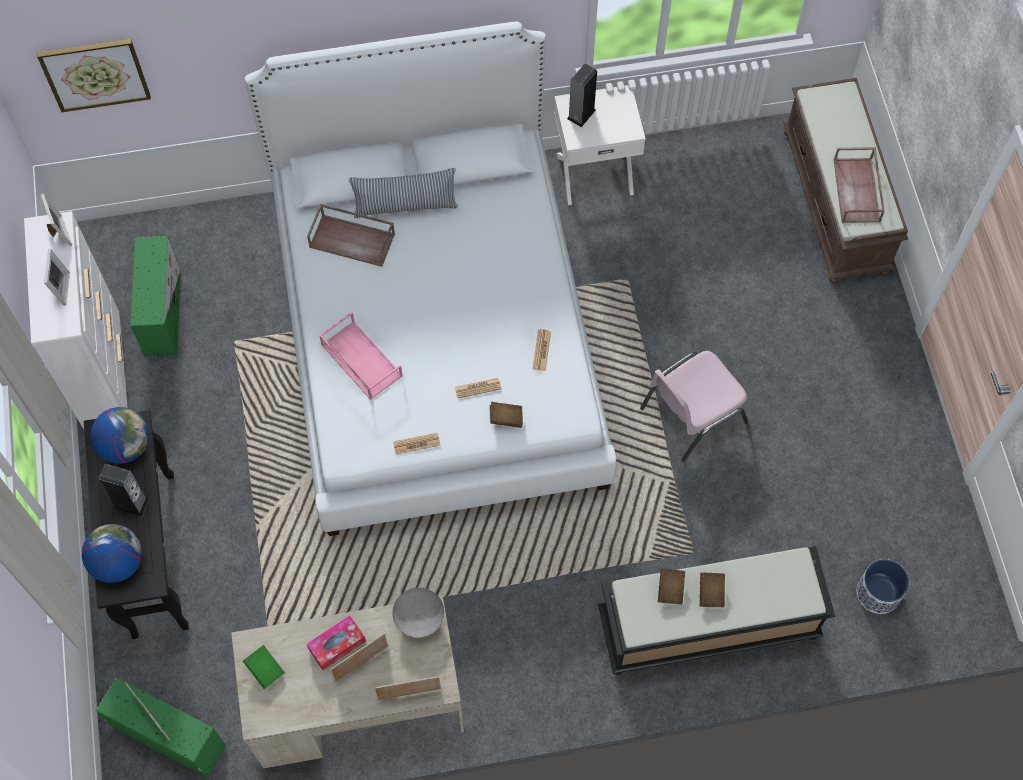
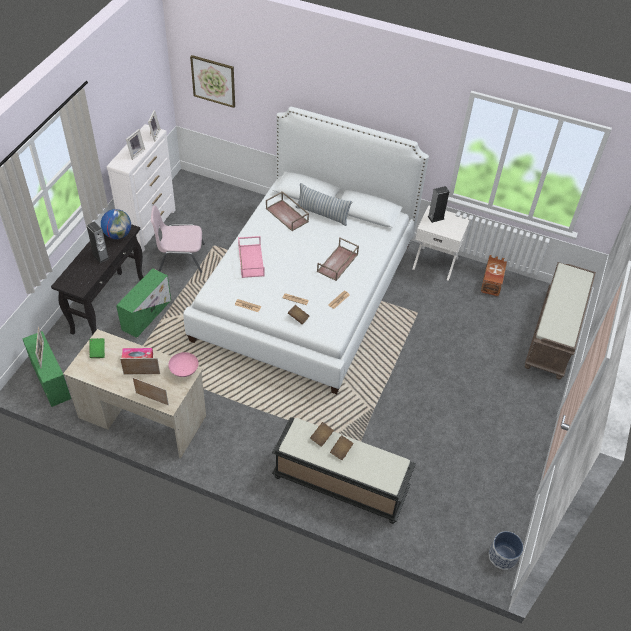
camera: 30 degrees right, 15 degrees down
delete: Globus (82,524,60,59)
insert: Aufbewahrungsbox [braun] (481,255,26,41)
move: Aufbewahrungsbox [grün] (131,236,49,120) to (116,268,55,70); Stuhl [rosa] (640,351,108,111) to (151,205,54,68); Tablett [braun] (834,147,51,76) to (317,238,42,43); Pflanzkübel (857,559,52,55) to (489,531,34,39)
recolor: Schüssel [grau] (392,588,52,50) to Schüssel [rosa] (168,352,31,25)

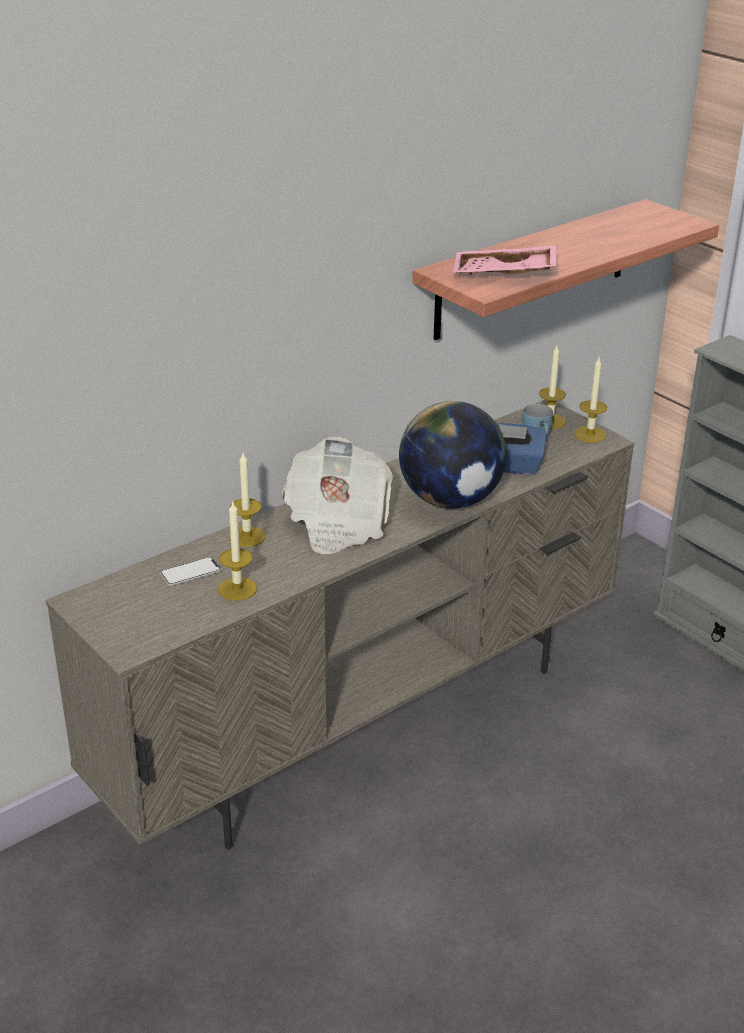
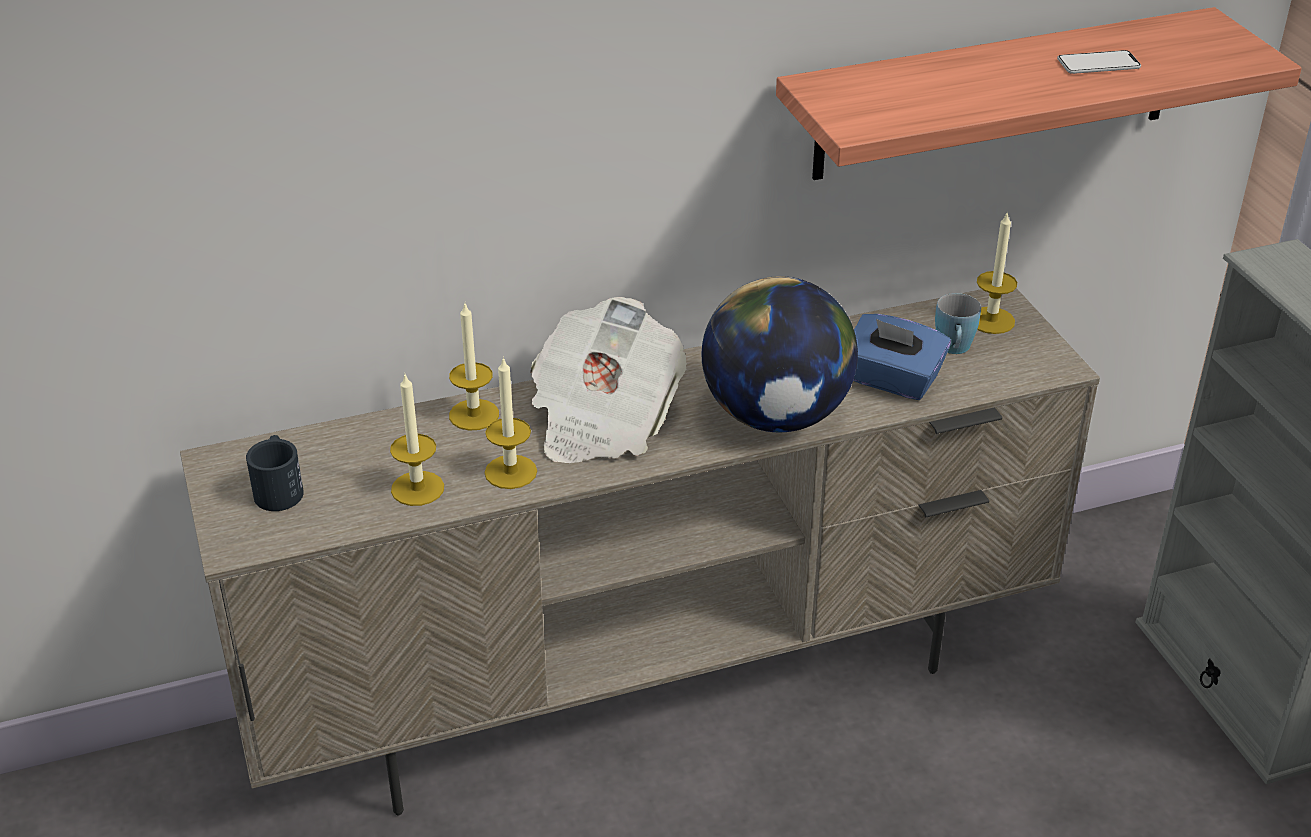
camera: 20 degrees right, 5 degrees up
delete: Tablett [rosa] (452,245,104,30)
insert: Henkelbecher [schwarz] (246,435,58,76)
move: Handy (160,557,61,29) to (1057,50,84,24); Kerze (574,358,33,85) to (484,357,53,132)

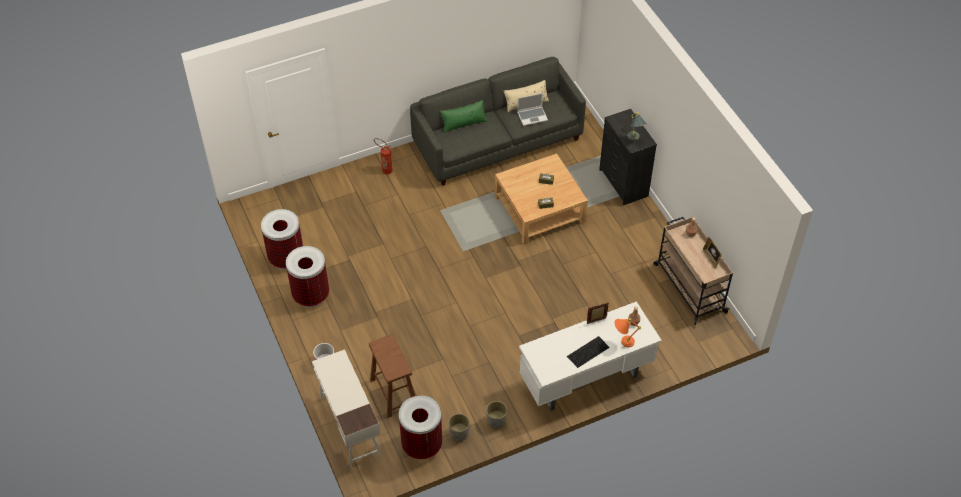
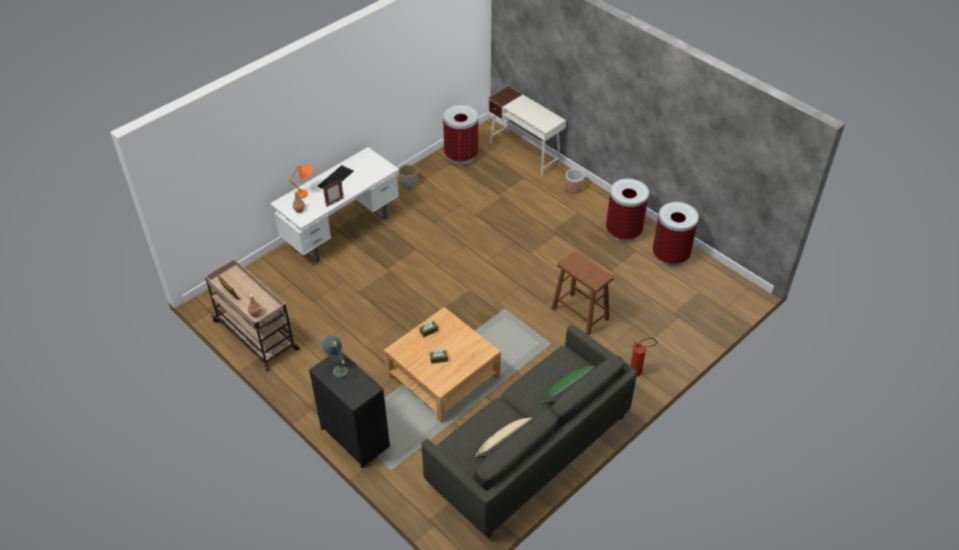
camera: 160 degrees right, 5 degrees down
delete: Pflanzkübel [grau] (448,414,22,28); Laptop (517,93,31,33)
move: Hocker [braun] (369,335,46,83) to (551,251,63,85)

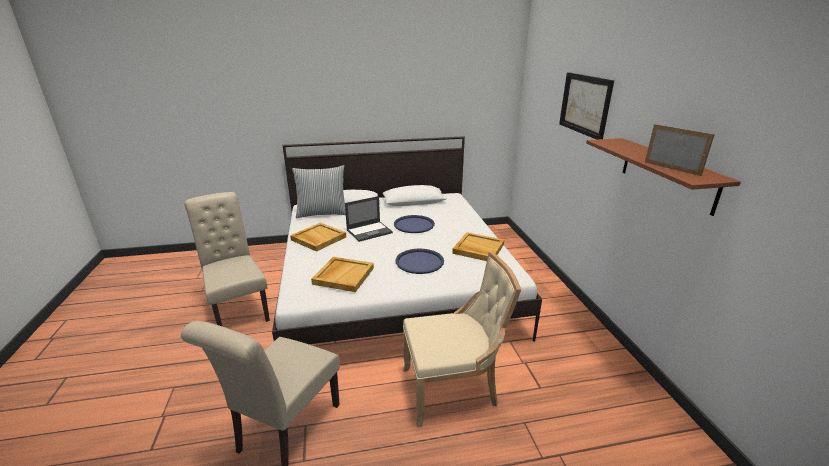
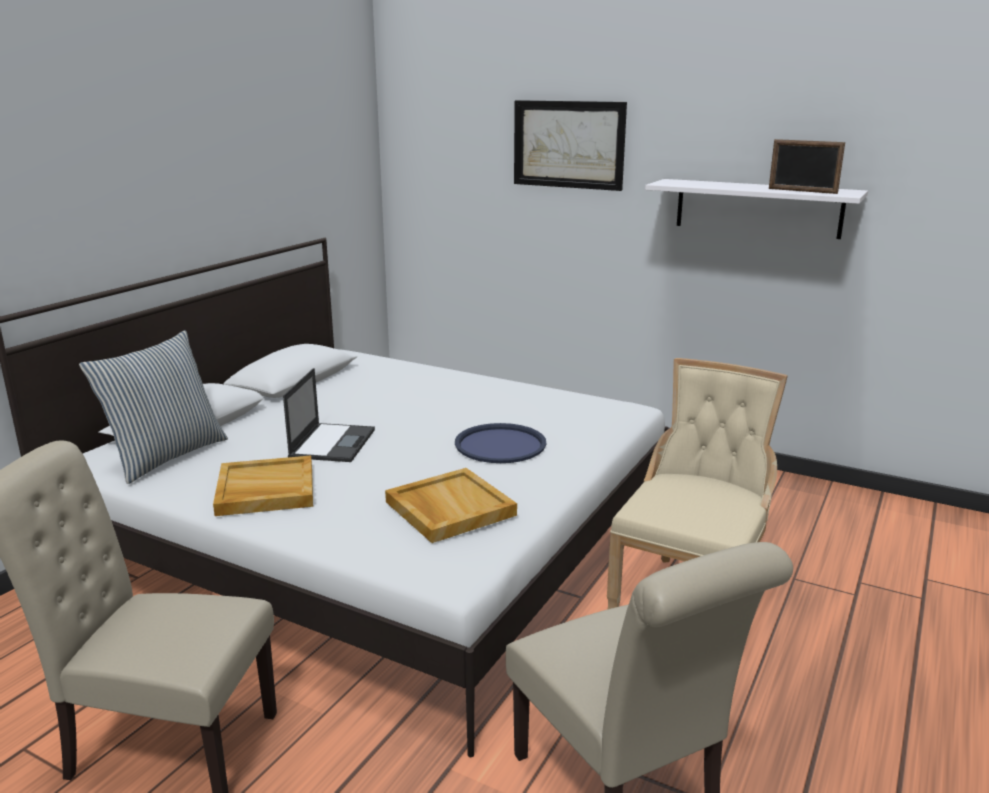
camera: 50 degrees left, 5 degrees down
delete: Tablett [blau] (394,215,41,18); Tablett [beige] (452,232,52,29)
recolor: Wandregal [braun] (586,138,155,78) to Wandregal [weiß] (645,179,223,60)
rotate: Bilderrahmen (645,124,70,52) = (769,139,76,55) 150 degrees counterclockwise

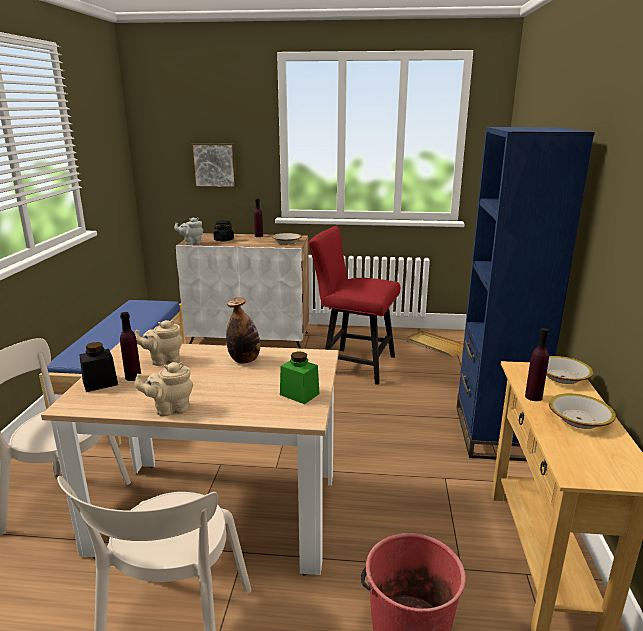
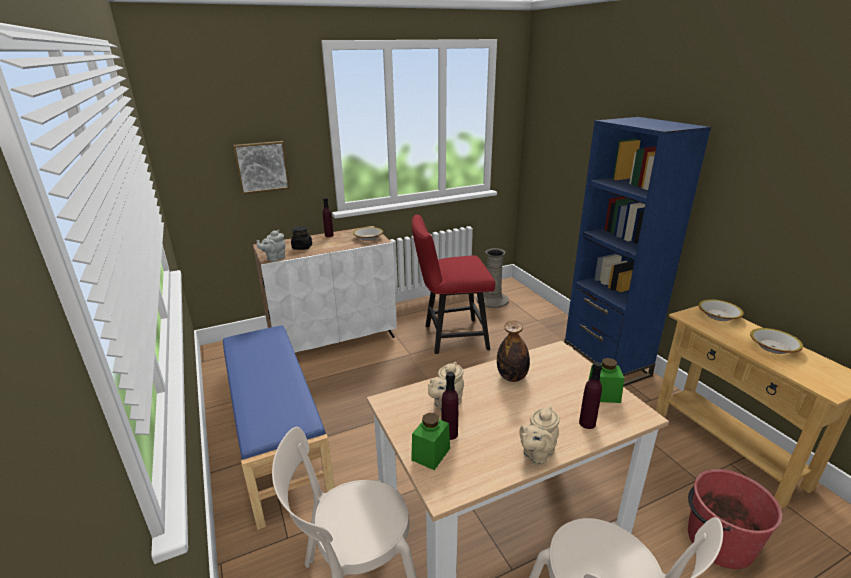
camera: 30 degrees left, 5 degrees up
move: Flasche [lila] (525,328,24,73) to (579,362,23,67)
replace: Tablett [beige] (406,330,58,27) to Vase [beige] (476,248,33,60)
recolor: Vorratsglas [schwarz] (79,342,39,50) to Vorratsglas [grün] (411,413,39,57)

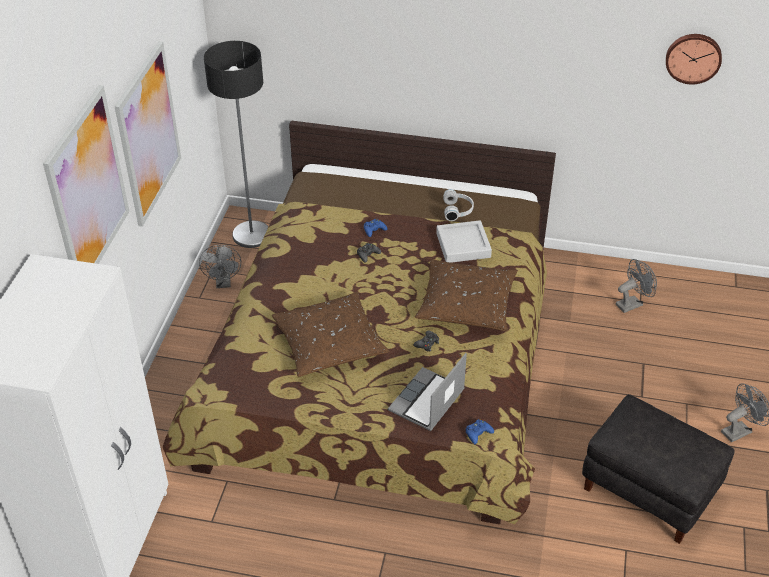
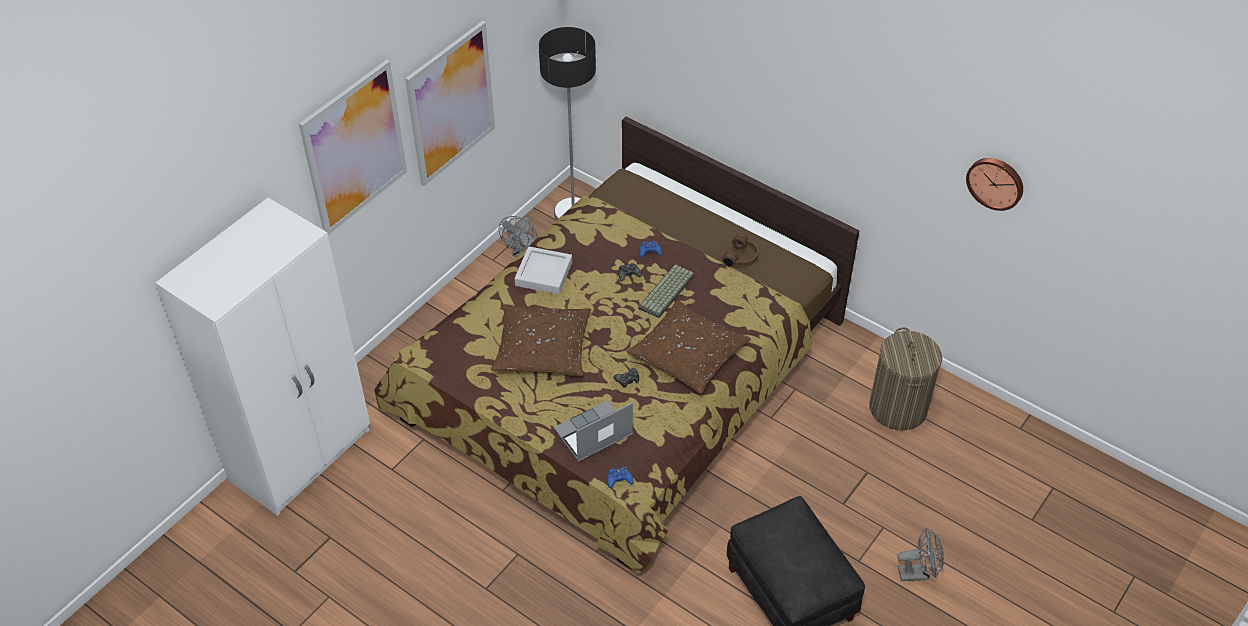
camera: 25 degrees right, 5 degrees up
insert: Tastatur (638,264,57,54)
move: Tablett [grau] (436,220,56,43) to (515,247,57,47)
replace: Ventilator [grau] (616,259,41,54) to Wäschekorb (869,327,73,104)
recolor: Kopfhörer [weiß] (443,189,31,32) to Kopfhörer [braun] (722,233,36,34)

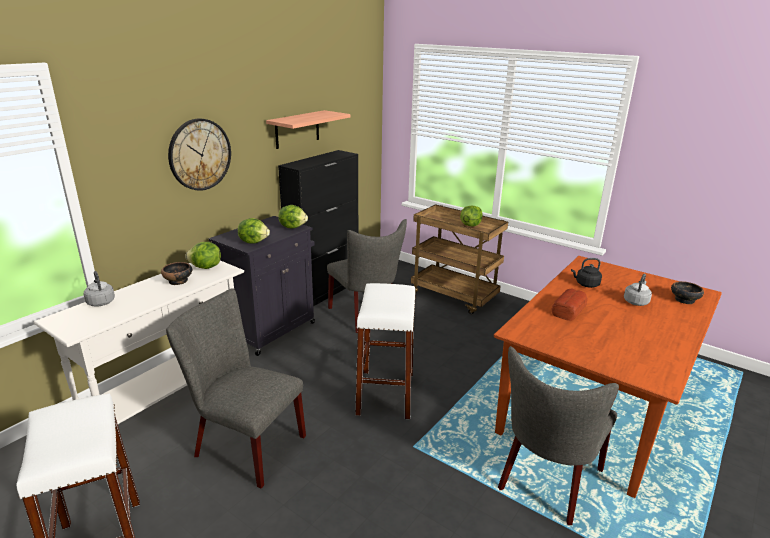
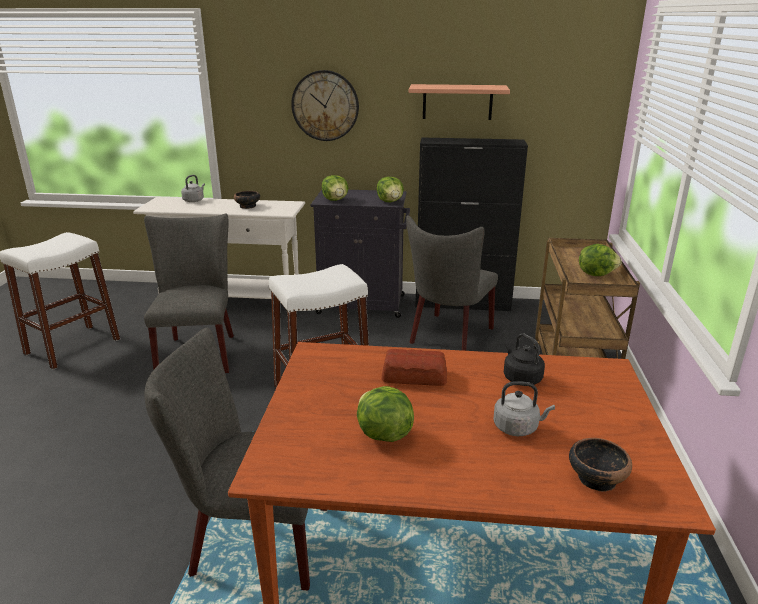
camera: 60 degrees right, 0 degrees up
move: Salatkopf (185,242,36,27) to (357,386,57,56)

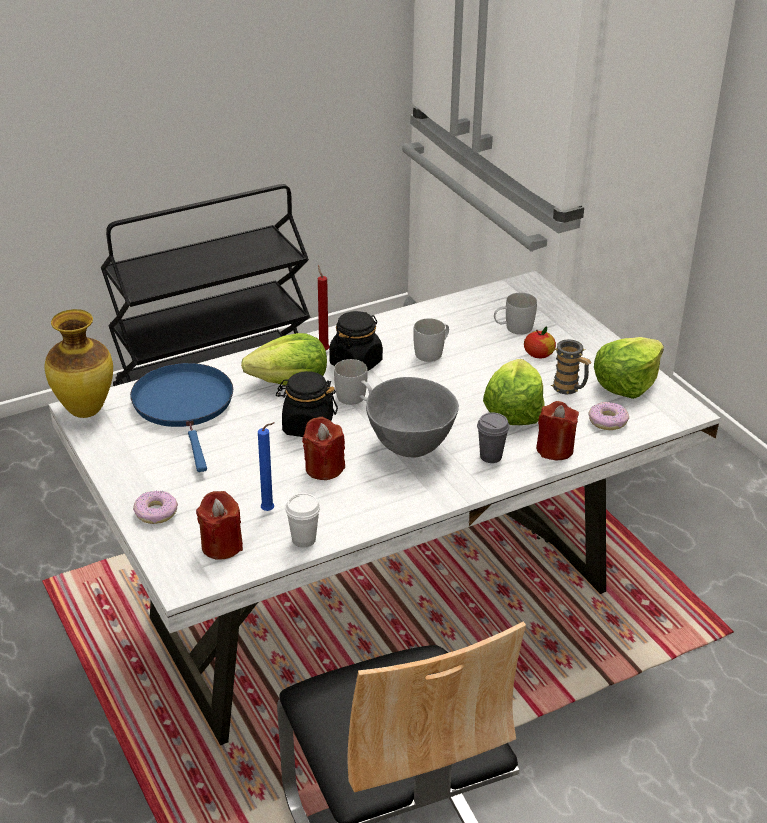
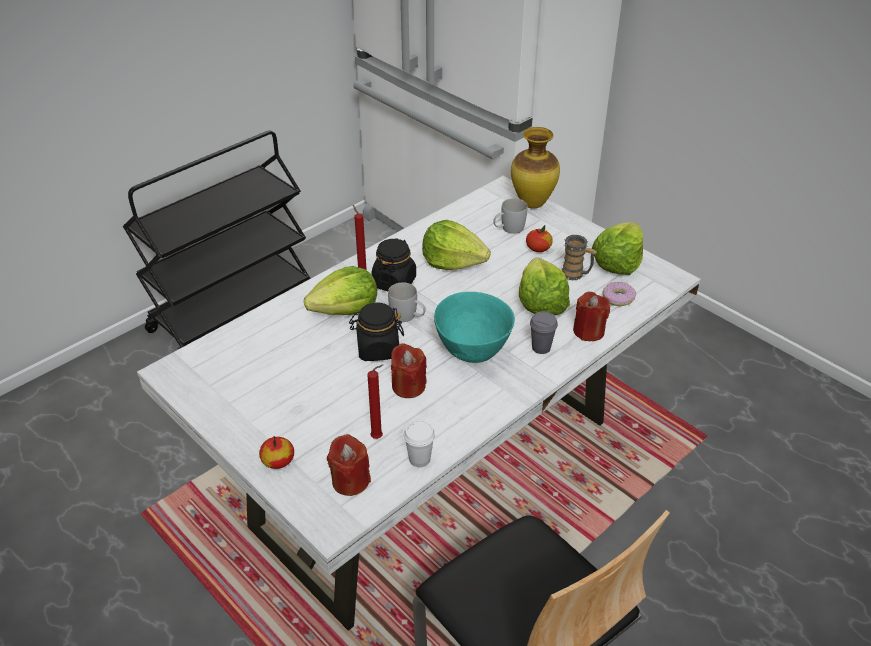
camera: 15 degrees left, 5 degrees up
delete: Pfanne [blau] (130,363,103,109)
move: Vase (45,309,68,109) to (511,127,49,82)
replace: Donut (133,491,45,33) to Apfel (259,436,35,33); Henkelbecher [weiß] (413,318,36,44) to Salatkopf (422,220,69,50)
recolor: Kerze [blau] (258,422,17,89) to Kerze [rot] (367,364,16,75); Schüssel [grau] (366,377,93,80) to Schüssel [türkis] (434,292,81,71)

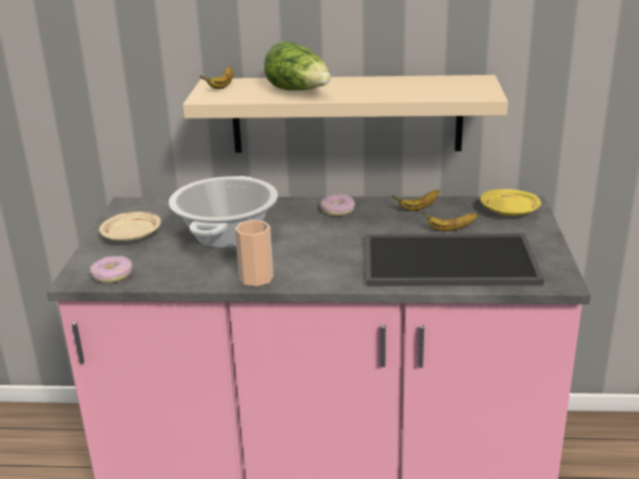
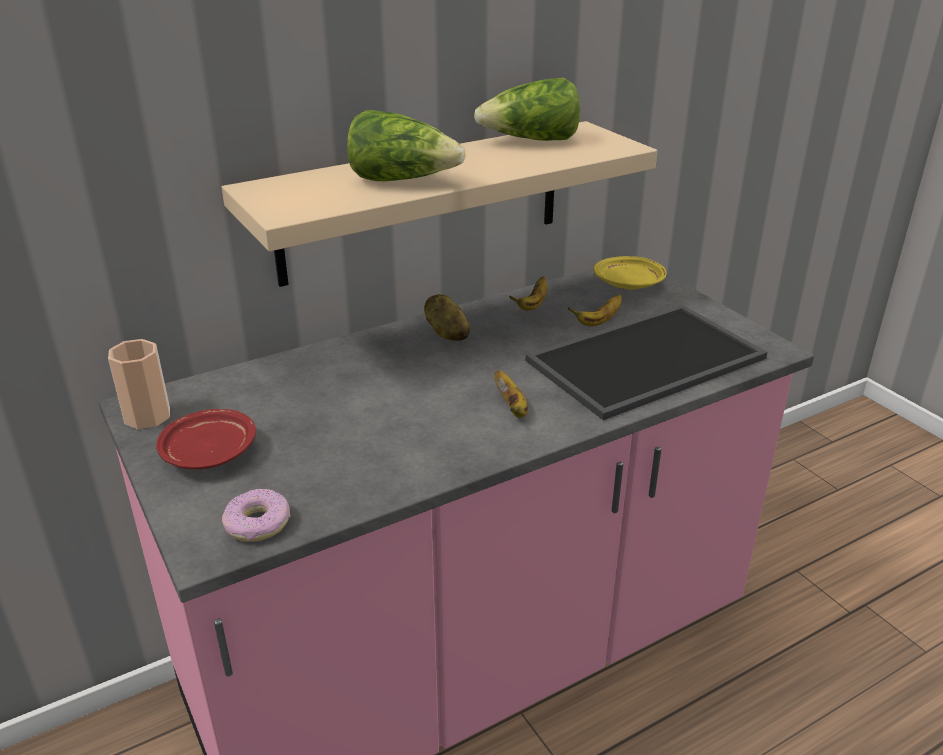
camera: 35 degrees left, 5 degrees up
delete: Kochtopf (169,176,109,72)
insert: Salatkopf (474,78,106,63)
move: Banane (200,66,33,23) to (494,370,34,48); Tasse (235,220,39,67) to (108,339,62,90)
replace: Donut (320,194,35,22) to Kartoffel (424,294,46,47)
recolor: Teller [beige] (99,212,62,29) to Teller [rot] (156,409,100,60)

